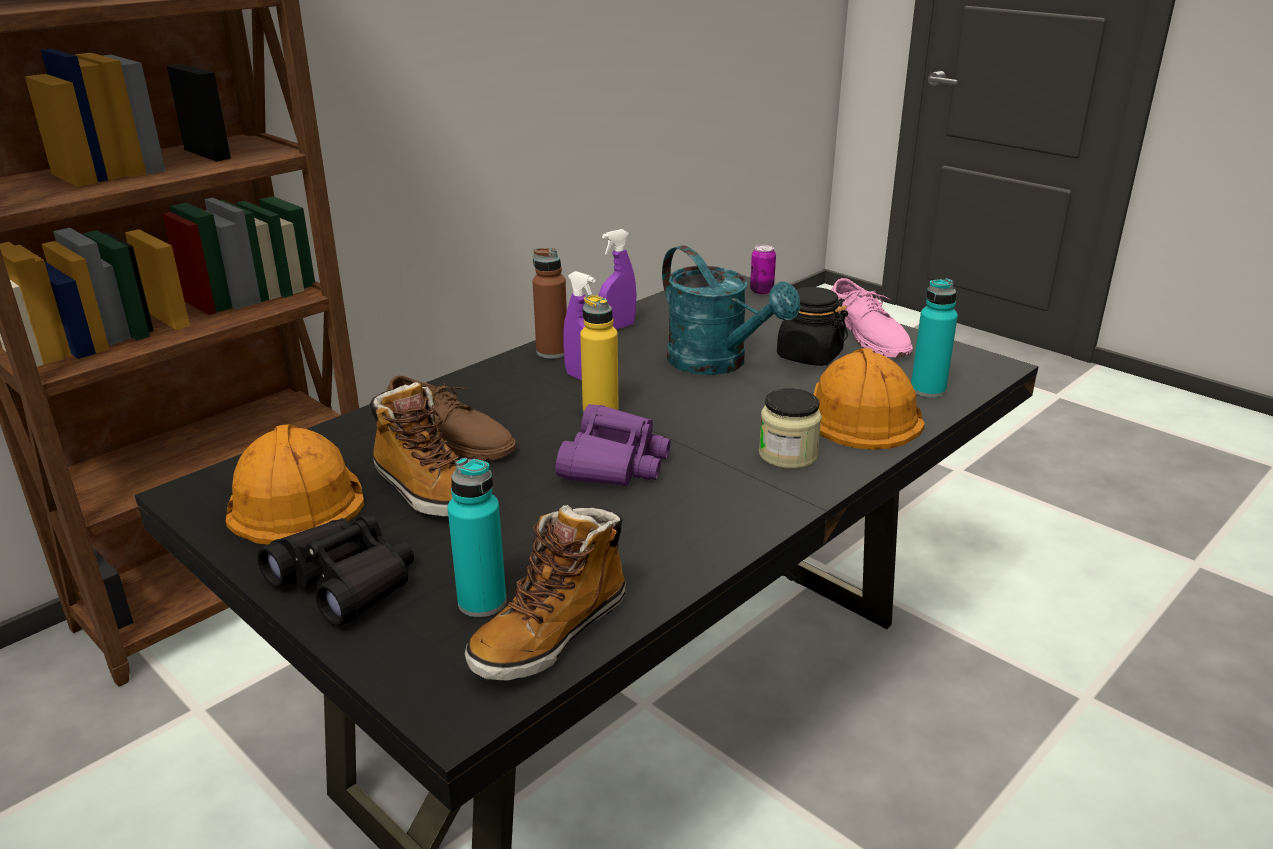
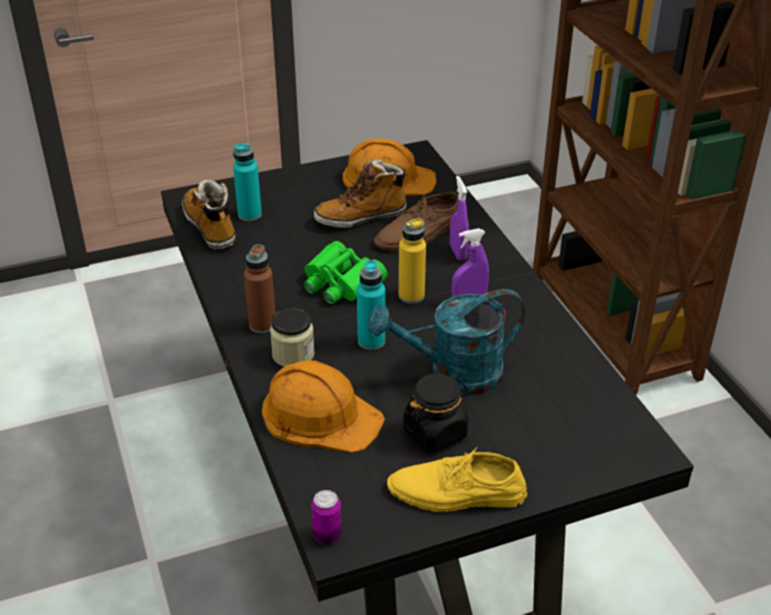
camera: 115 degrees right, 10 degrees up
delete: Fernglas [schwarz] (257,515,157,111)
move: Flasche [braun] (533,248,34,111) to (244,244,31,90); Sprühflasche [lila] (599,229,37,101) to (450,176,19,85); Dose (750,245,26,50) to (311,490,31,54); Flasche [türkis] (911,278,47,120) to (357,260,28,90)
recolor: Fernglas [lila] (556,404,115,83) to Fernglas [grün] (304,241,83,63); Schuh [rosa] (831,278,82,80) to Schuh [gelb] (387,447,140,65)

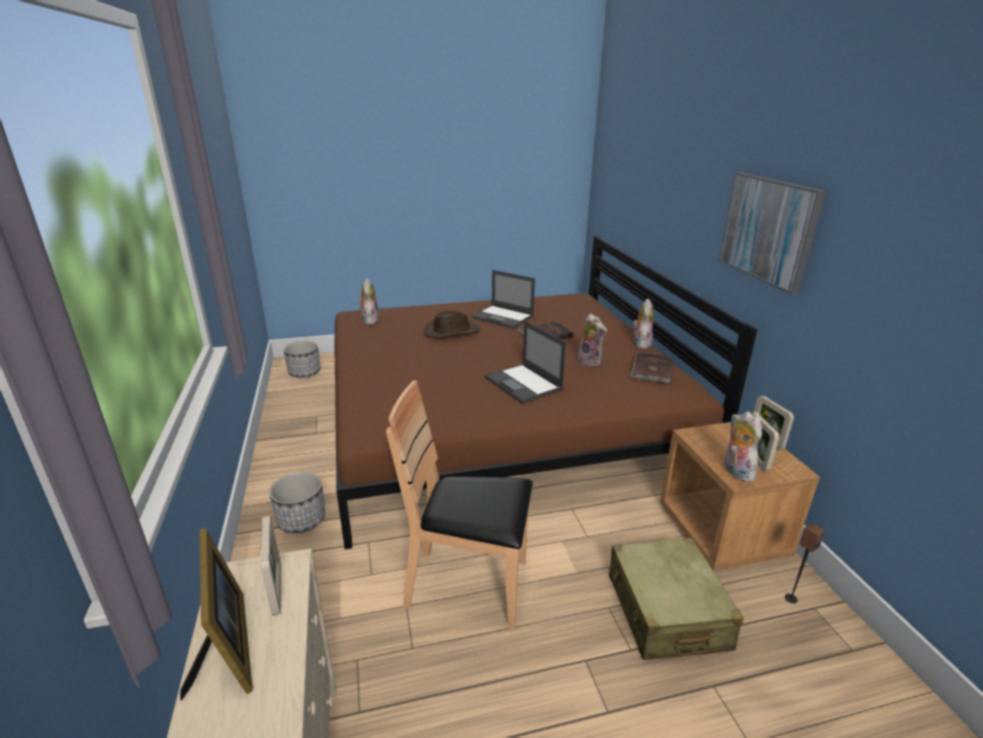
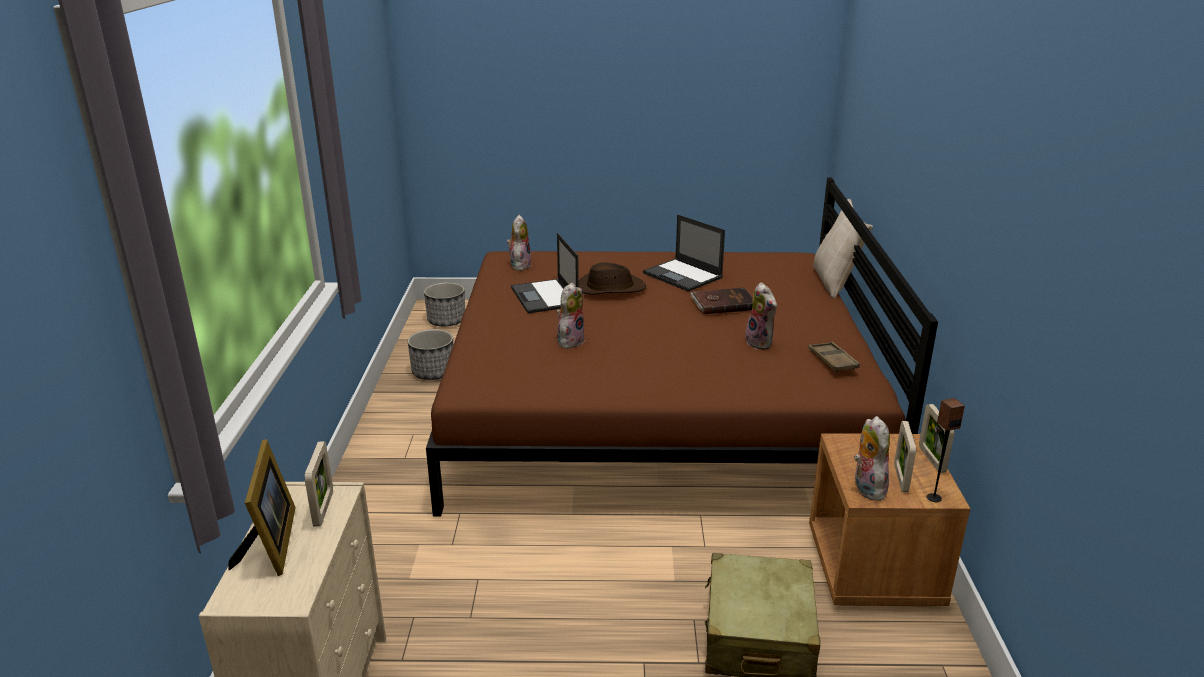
camera: 15 degrees right, 0 degrees up
delete: Stuhl [braun] (386,380,147,250); Bild (719,172,107,123)
insert: Kissen [beige] (813,199,60,100)
move: Pflanzkübel (269,472,56,61) to (408,329,45,51); Laptop (485,321,81,83) to (511,233,68,80); Plüschtier (633,299,21,49) to (556,283,29,66); Lautsprecher (785,523,40,81) to (927,398,38,104)
replace: Buch [braun] (629,352,44,32) to Tablett [braun] (808,342,52,30)

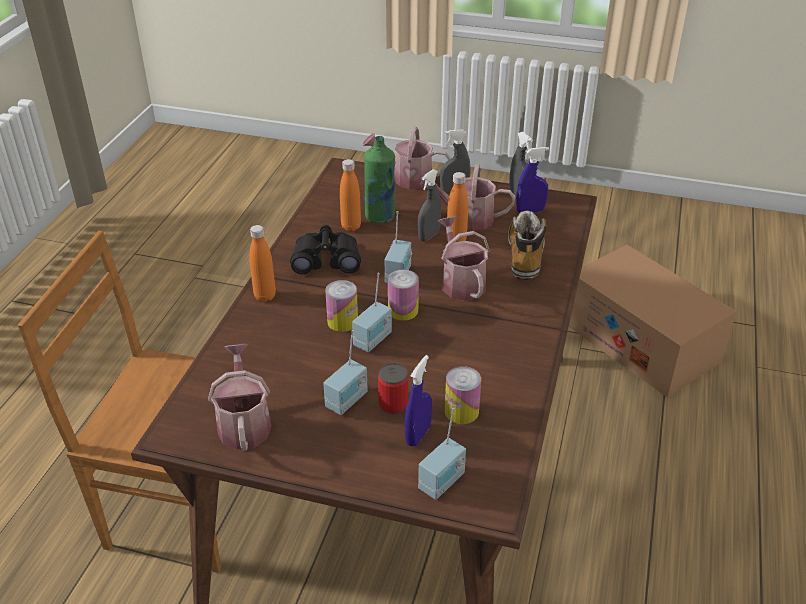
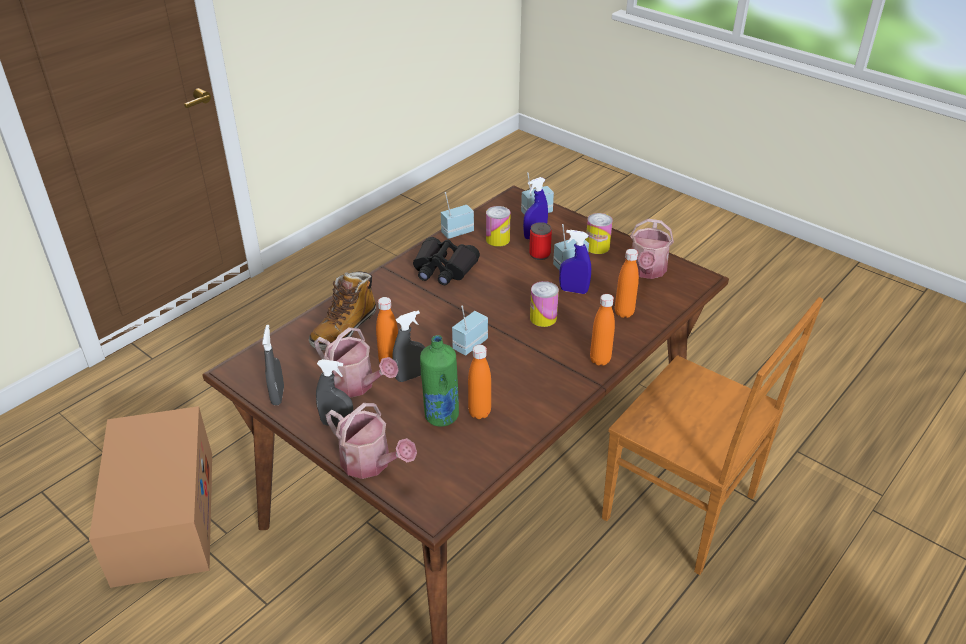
camera: 155 degrees left, 0 degrees up
delete: Gießkanne (438,216,52,85)
insert: Flasche [orange] (615,249,24,69)
move: Fernglas [schwarz] (290,225,71,49) to (413,237,67,48); Radio (352,273,40,79) to (441,192,33,47); Dose (388,270,31,51) to (586,213,27,41); Sprühflasche [blau] (516,147,33,66) to (559,230,32,64)

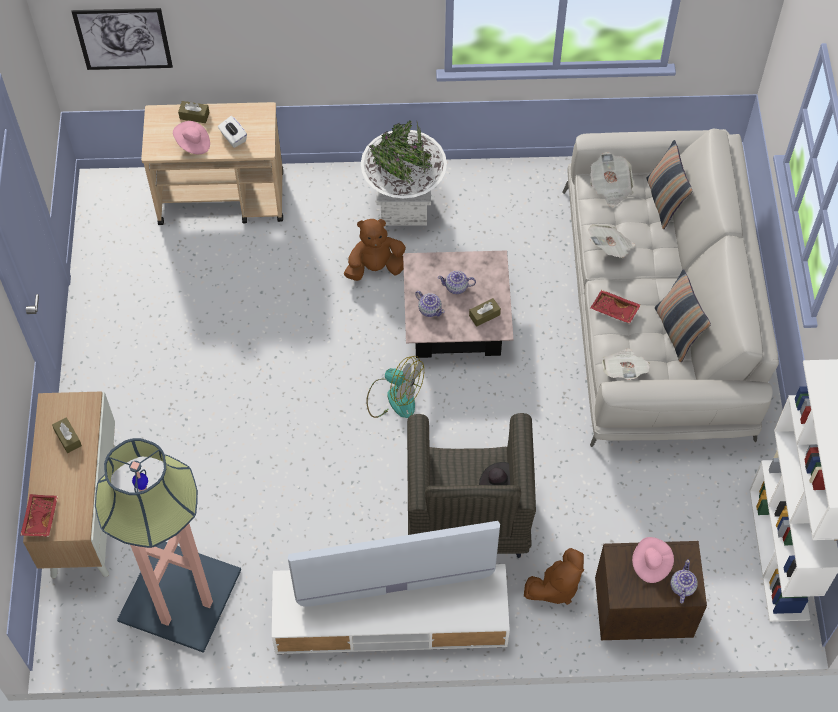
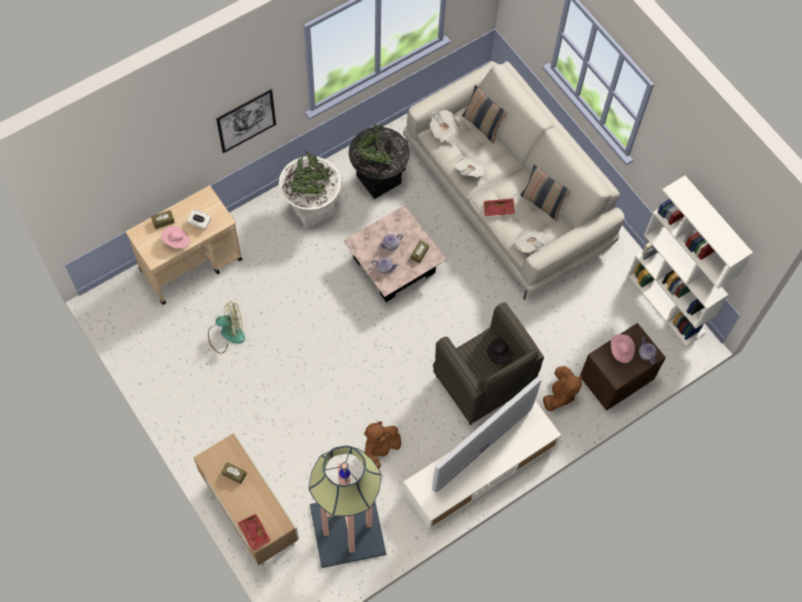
camera: 35 degrees left, 5 degrees up
insert: Pflanzkübel [schwarz] (349,124,61,75)
move: Bild (72,8,101,62) to (216,89,60,64); Plüschtier [braun] (344,219,62,62) to (364,421,37,48); Ventilator (366,356,58,62) to (208,301,37,53)

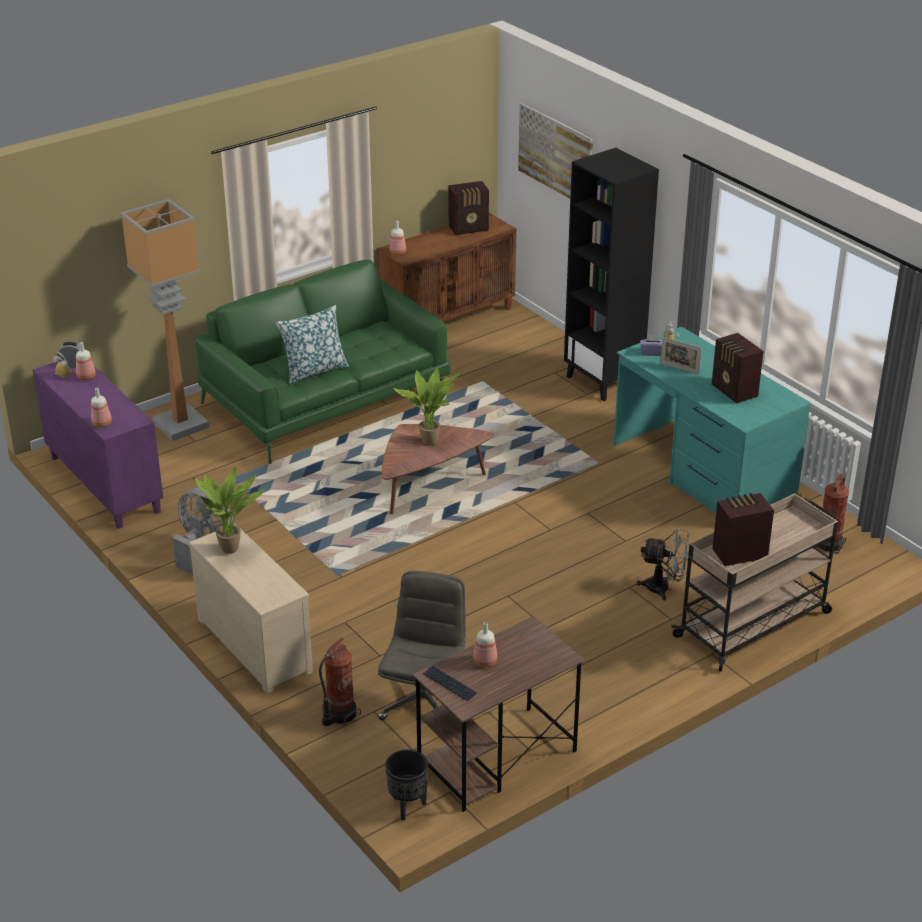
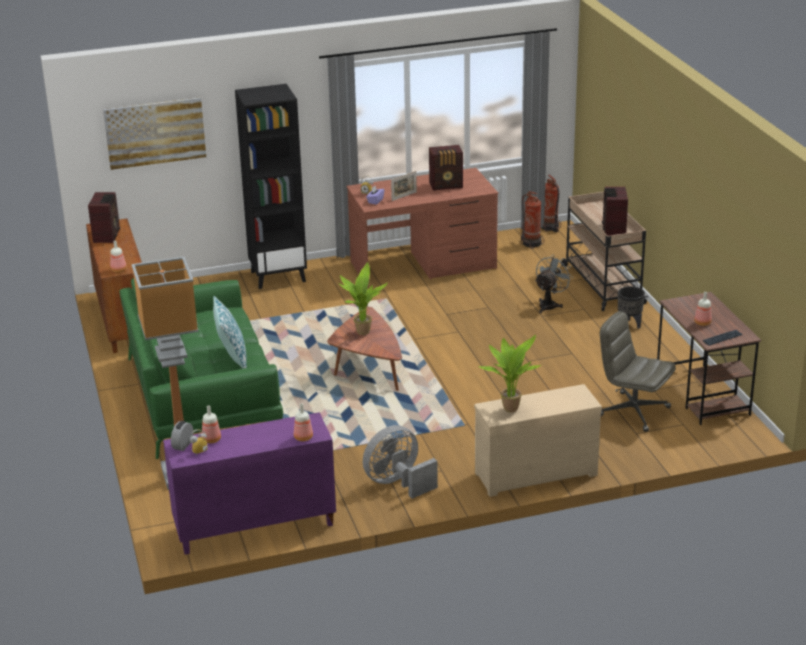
camera: 70 degrees left, 5 degrees down
move: Feuerlöscher (319,638,42,88) to (541,174,20,58); Pflanzkübel [schwarz] (385,749,43,72) to (618,286,27,43)
recolor: Schreibtisch [türkis] (614,327,197,186) to Schreibtisch [braun] (346,168,152,121)

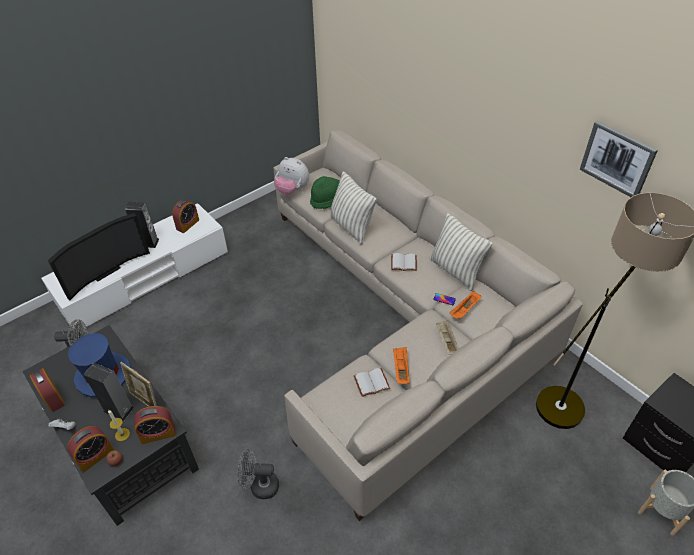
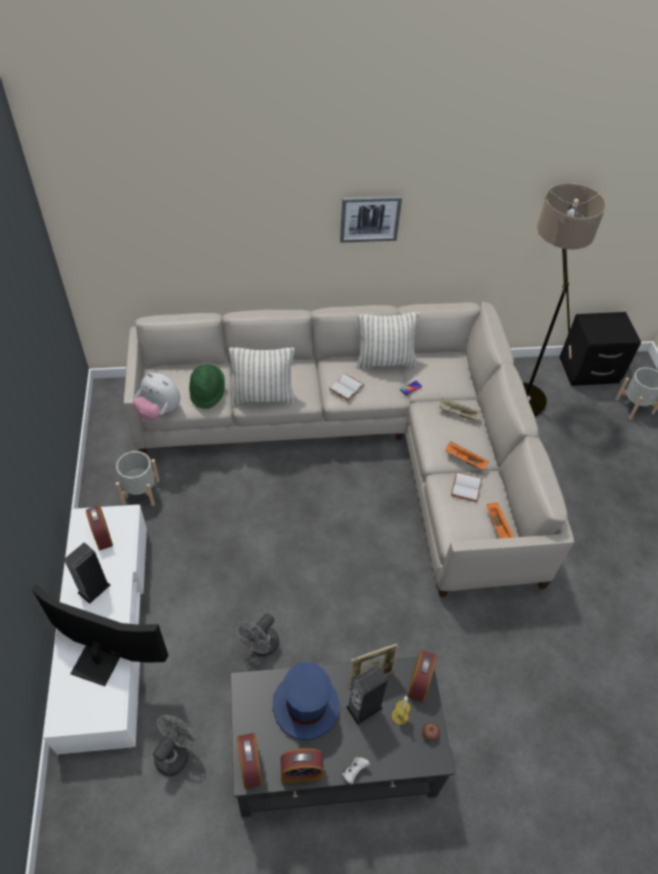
camera: 60 degrees left, 5 degrees up
insert: Pflanzkübel [grau] (116,451,44,55)
move: Wecker (67,426,47,46) to (237,733,25,55); Ventilator [grau] (237,449,42,50) to (236,613,43,43); Tablett [orange] (449,291,32,28) to (486,503,28,35); Bild (580,121,78,76) to (340,196,62,47)
rotate: Fernseher (48,213,102,87) = (32,584,136,102) 60 degrees counterclockwise; Plüschtier (274,157,35,38) = (133,373,48,48) 60 degrees clockwise

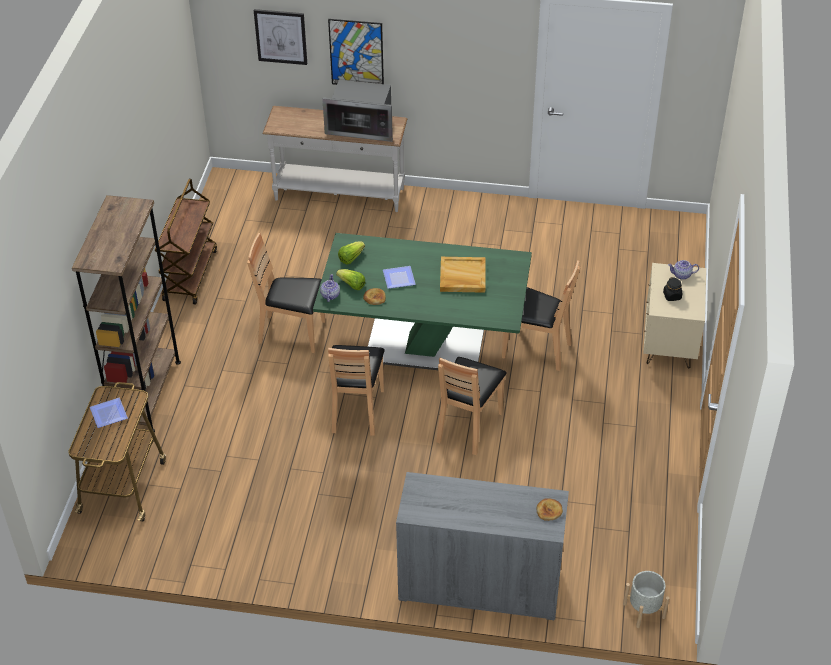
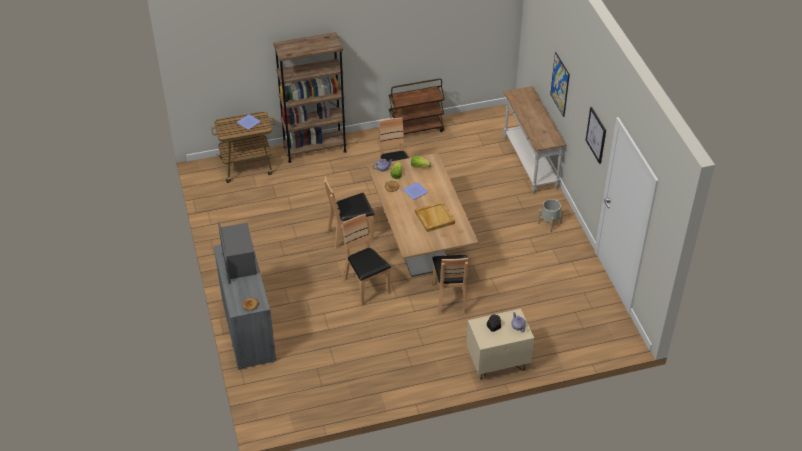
camera: 65 degrees right, 0 degrees up
move: Bild (254,9,53,56) to (586,107,20,57); Mikrowelle (322,80,71,62) to (218,222,39,62); Pflanzkübel [grau] (623,571,46,57) to (538,199,26,33)
recolor: Esstisch [grün] (313,233,219,137) to Esstisch [braun] (368,153,111,124)
rotate: Stuhl [braun] (436,357,71,98) = (342,214,49,92) 60 degrees clockwise

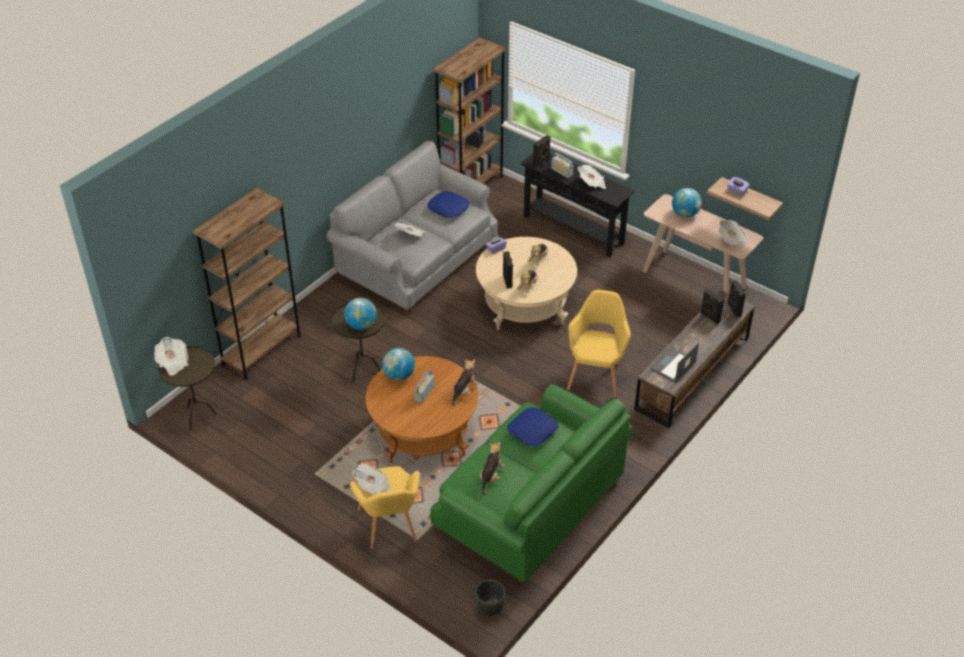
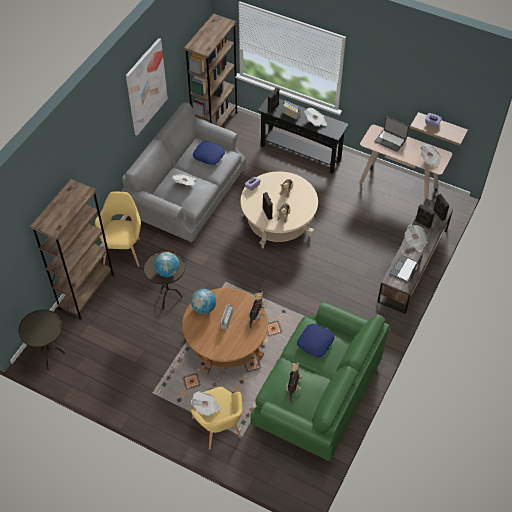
camera: 10 degrees left, 10 degrees up
delete: Pflanzkübel [schwarz] (475,579,31,37)
insert: Bild (126,38,42,97)
move: Zeitung (154,337,35,39) to (405,225,23,27); Sessel [gelb] (567,290,64,108) to (95,192,46,75)
replace: Globus (672,188,30,30) to Laptop (374,116,35,36)

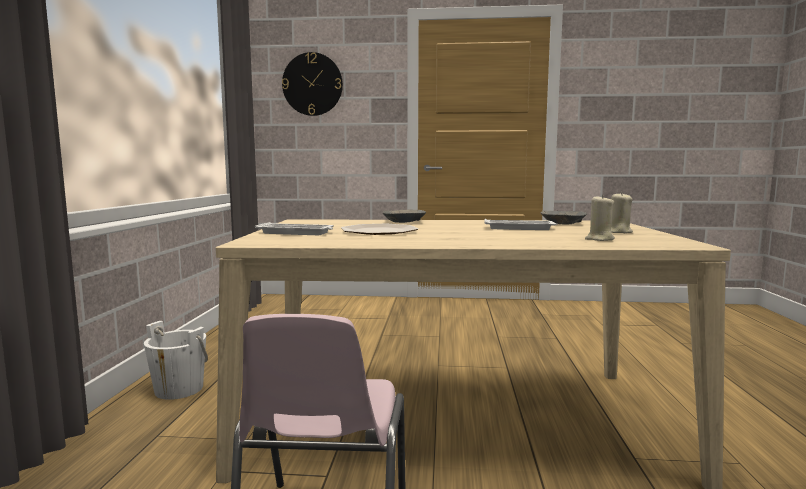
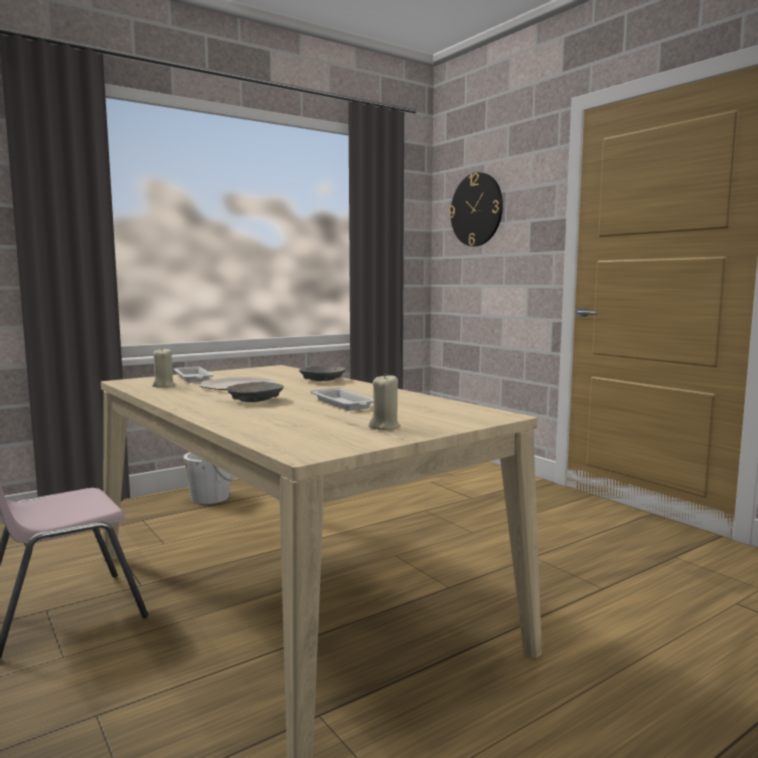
camera: 50 degrees right, 0 degrees up
move: Schüssel [grau] (541,211,46,13) to (227,382,57,20); Kerze [beige] (585,195,30,46) to (152,348,24,40)

